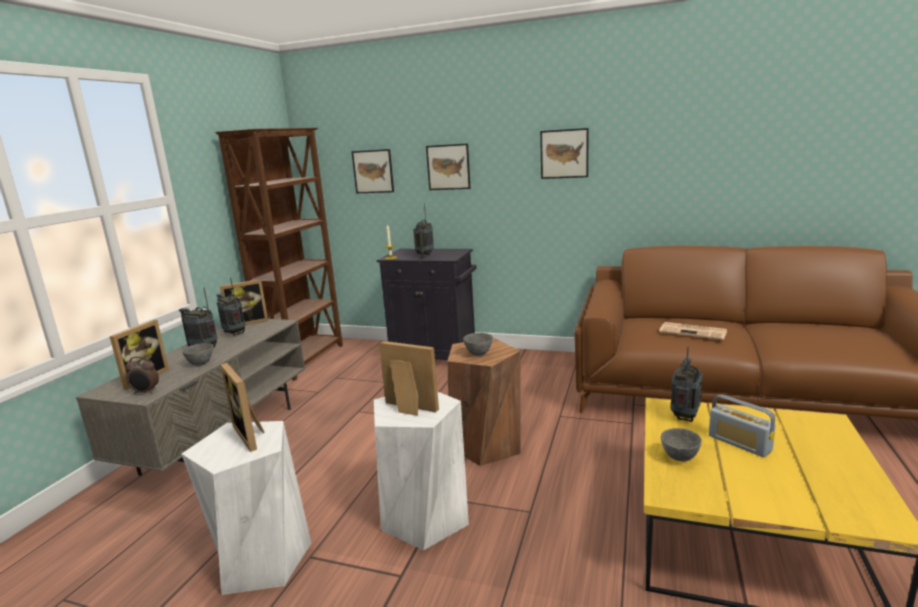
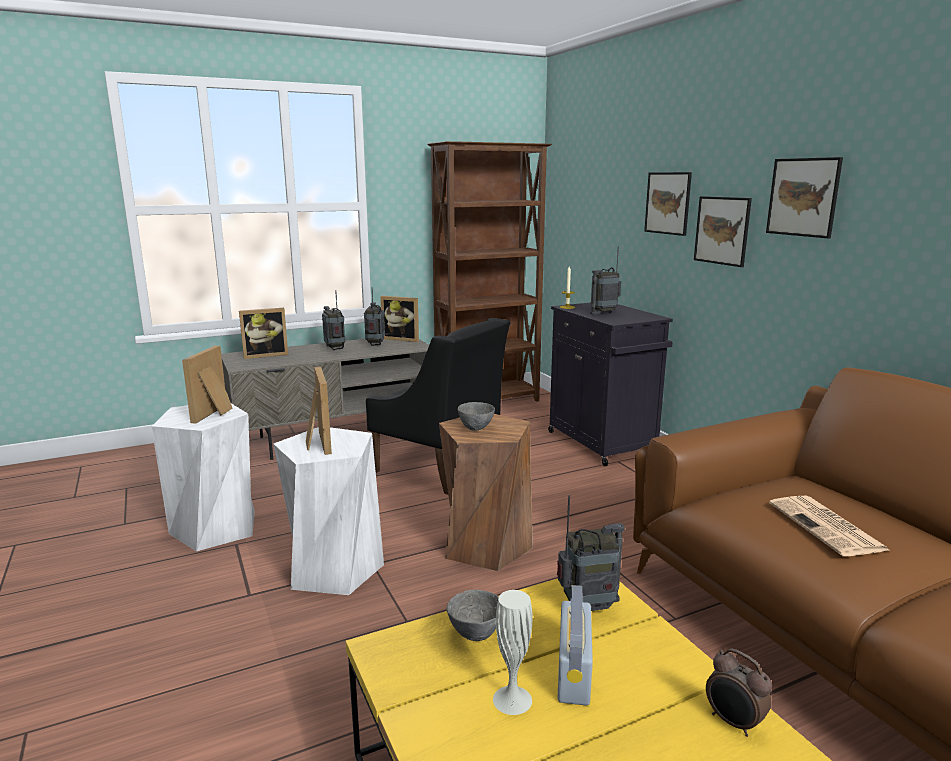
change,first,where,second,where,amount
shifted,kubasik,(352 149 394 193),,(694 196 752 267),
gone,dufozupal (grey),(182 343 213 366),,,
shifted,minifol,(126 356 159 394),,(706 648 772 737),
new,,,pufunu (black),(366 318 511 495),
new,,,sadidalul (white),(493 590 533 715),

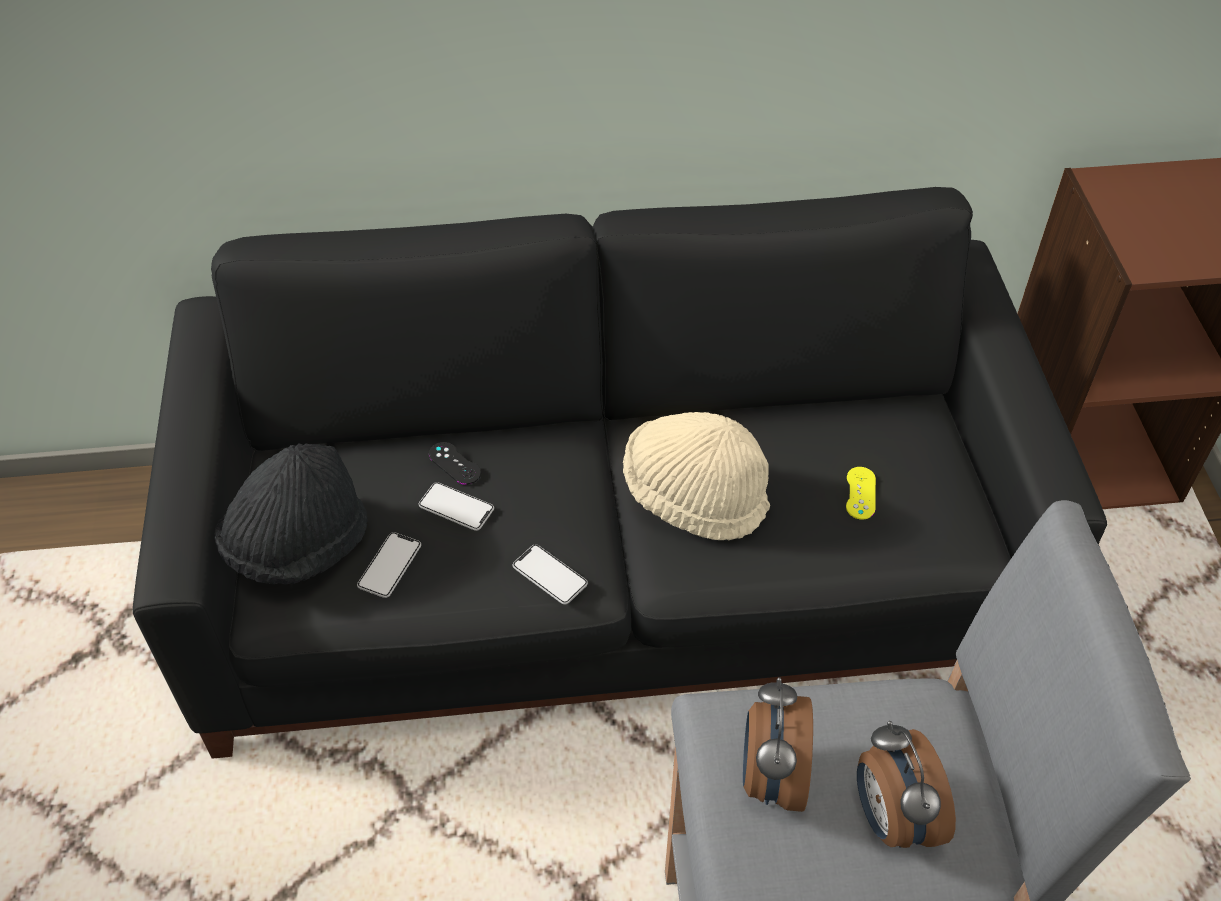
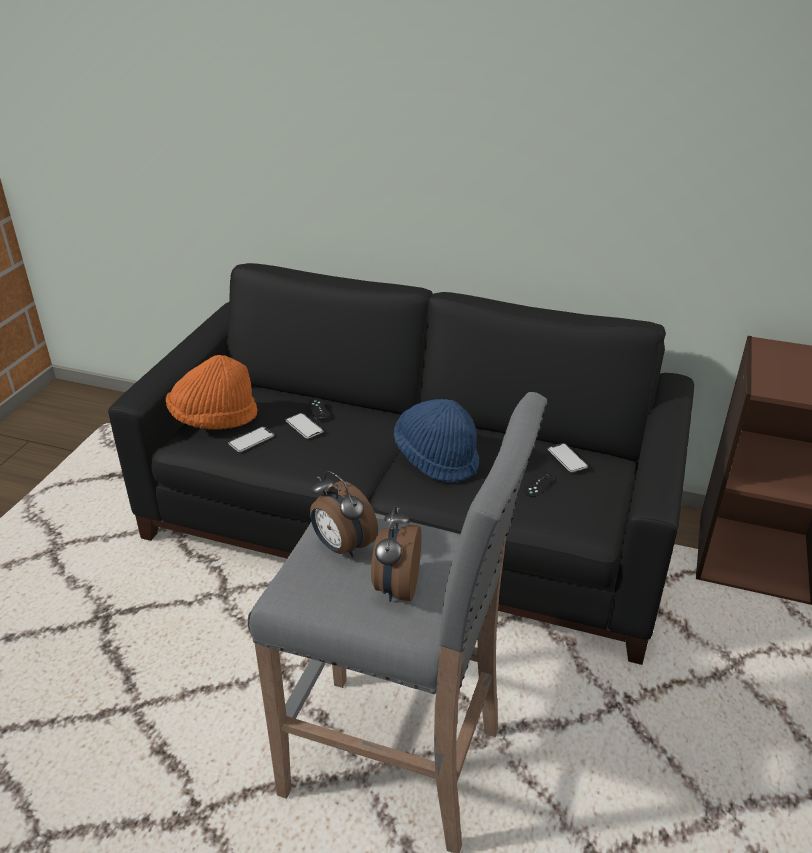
change,first,where,second,where,amount
repainted,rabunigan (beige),(623 412 770 540),rabunigan (blue),(394 399 479 483),
repainted,rabunigan (black),(214 443 368 585),rabunigan (orange),(165 355 257 430),
repainted,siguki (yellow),(846 467 876 520),siguki (black),(524 472 553 497),
shifted,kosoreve,(513 544 588 605),,(548 443 588 472),
rotated,minifol,(743 677 813 812),,(310 471 378 558),75 degrees counterclockwise

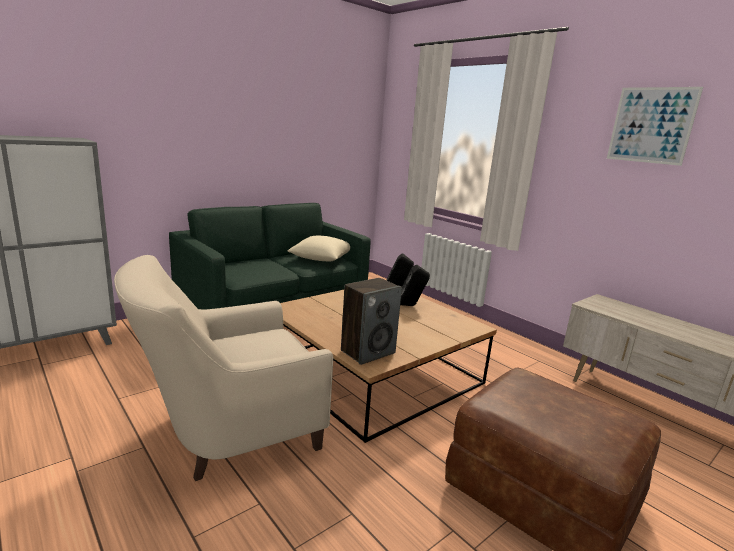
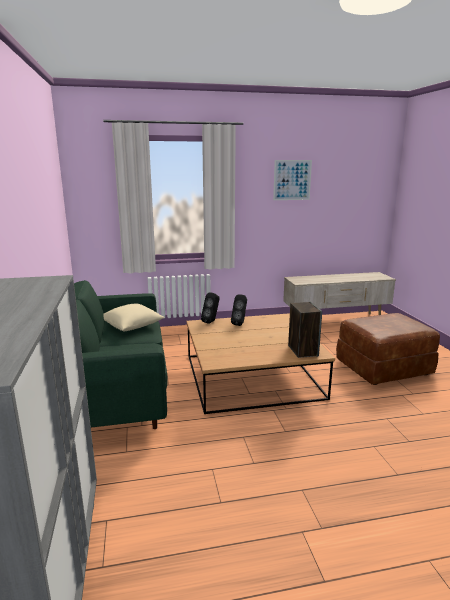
change,first,where,second,where,amount
gone,pufunu (beige),(114 255 333 481),,,

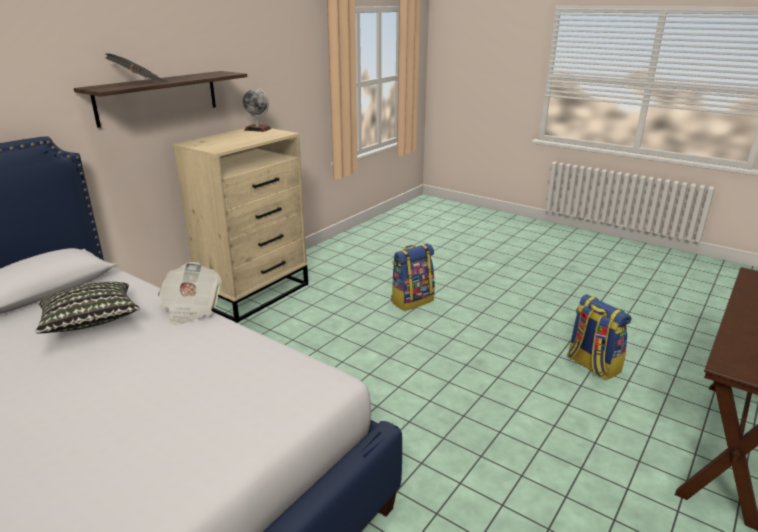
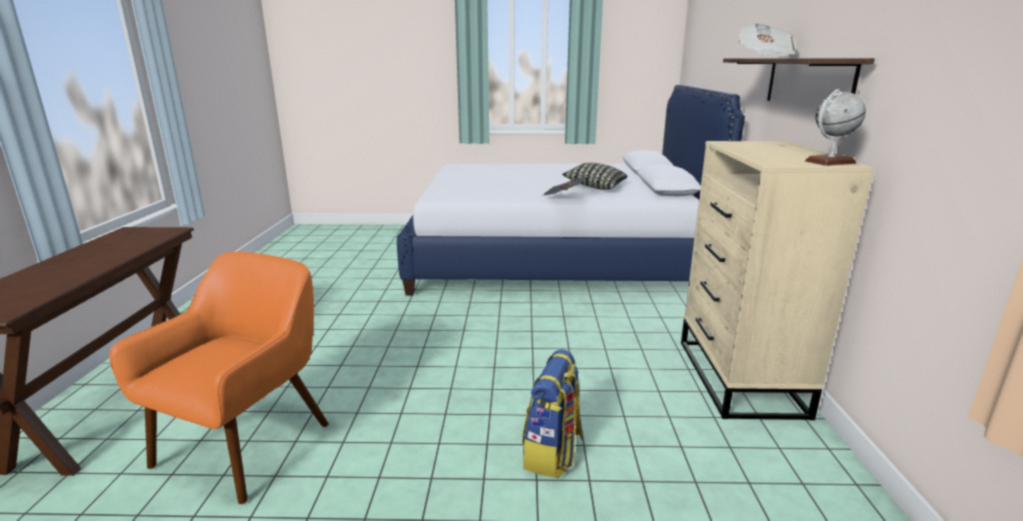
change,first,where,second,where,amount
swapped,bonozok,(567 294 631 380),pufunu (orange),(109 252 329 504),

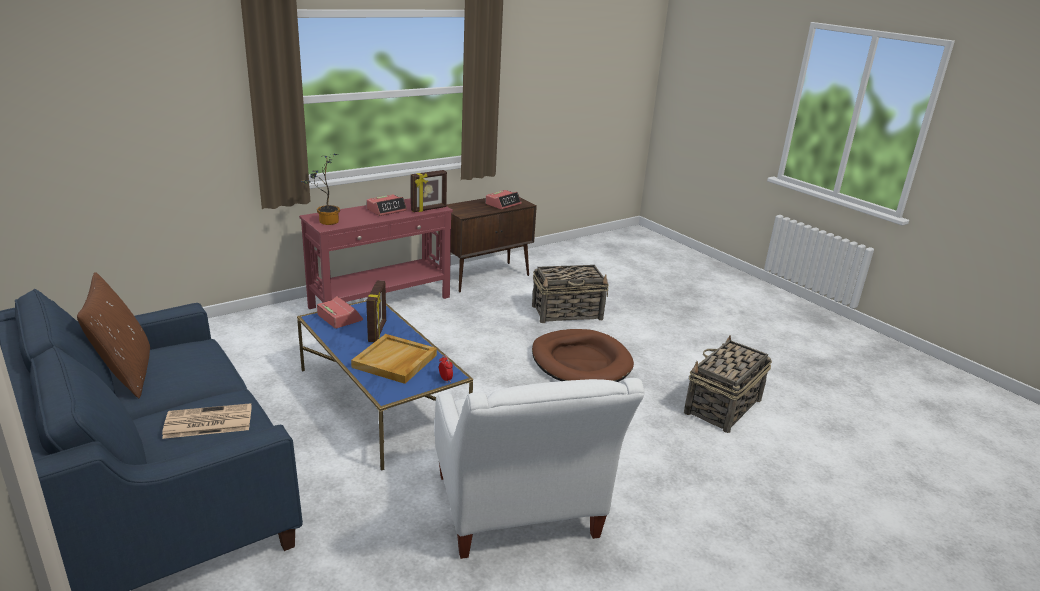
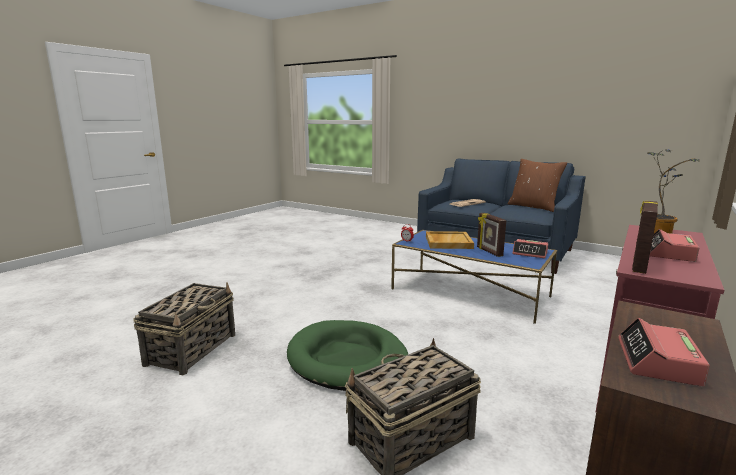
change,first,where,second,where,amount
repainted,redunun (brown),(532 329 634 382),redunun (green),(287 320 408 391),
gone,pufunu (white),(435 378 644 559),,,

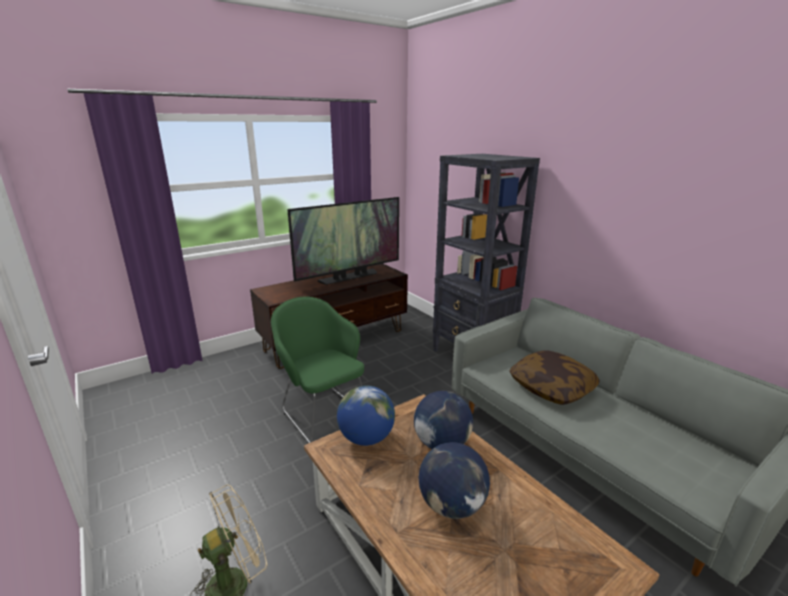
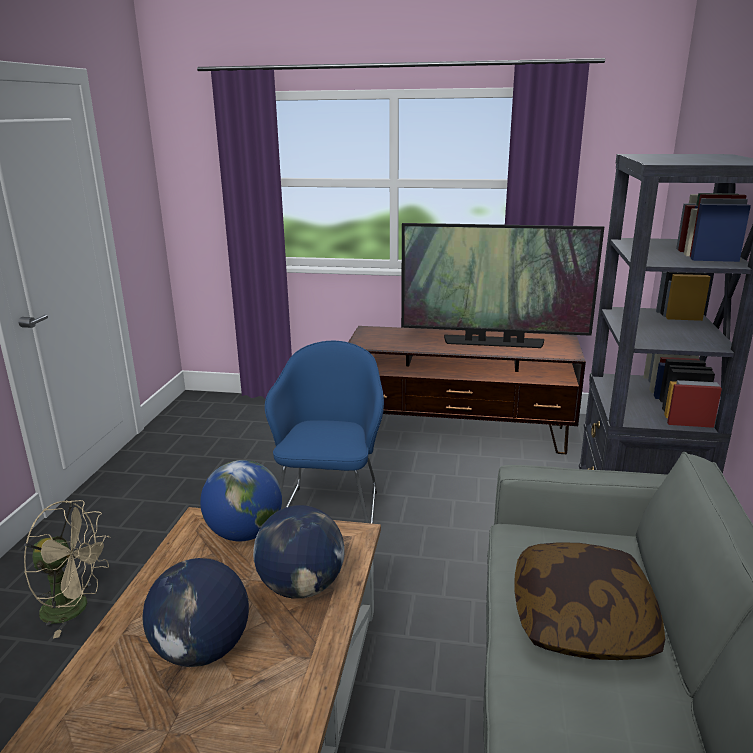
change,first,where,second,where,amount
repainted,pufunu (green),(271 297 364 444),pufunu (blue),(265 341 384 524),

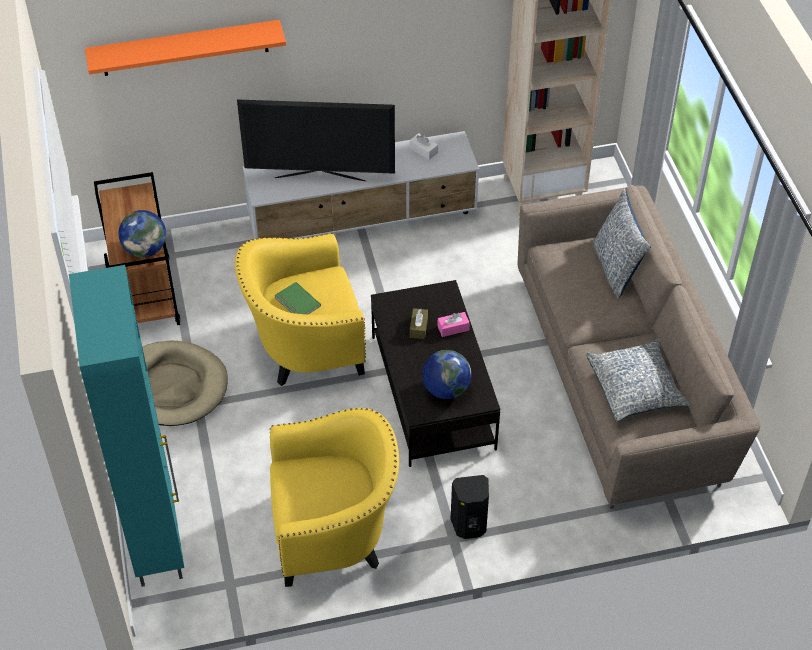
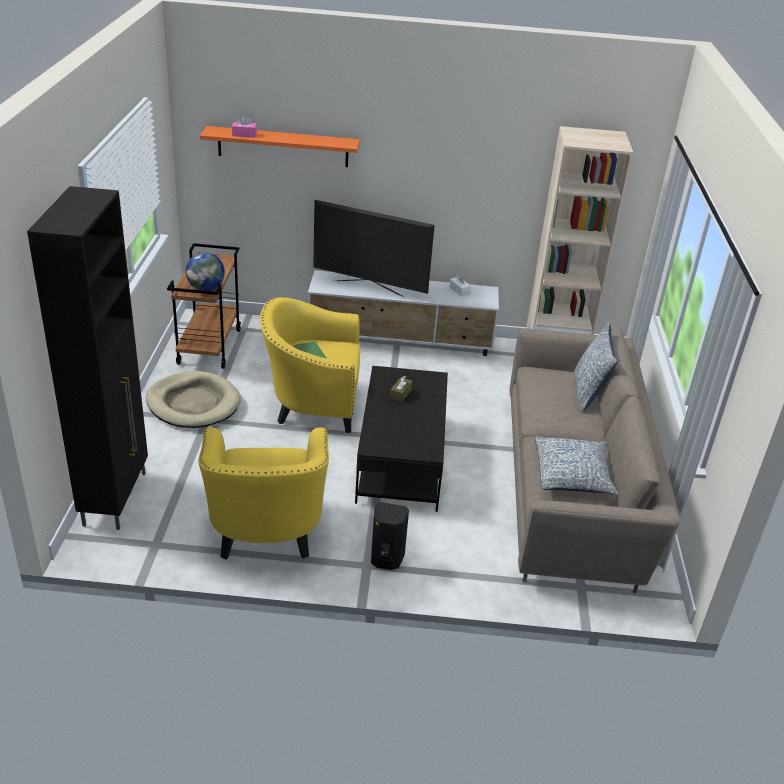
change,first,where,second,where,amount
repainted,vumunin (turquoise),(69 265 184 587),vumunin (black),(27 186 148 530),
shifted,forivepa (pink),(437 312 470 337),,(232 115 257 138),
gone,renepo,(422 350 471 399),,,
rotated,pufunu (yellow),(270 408 399 587),,(198 427 329 559),75 degrees clockwise

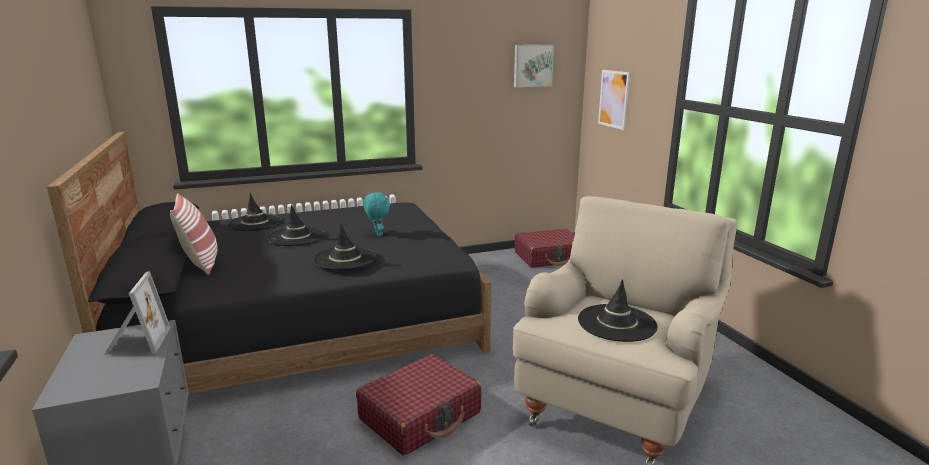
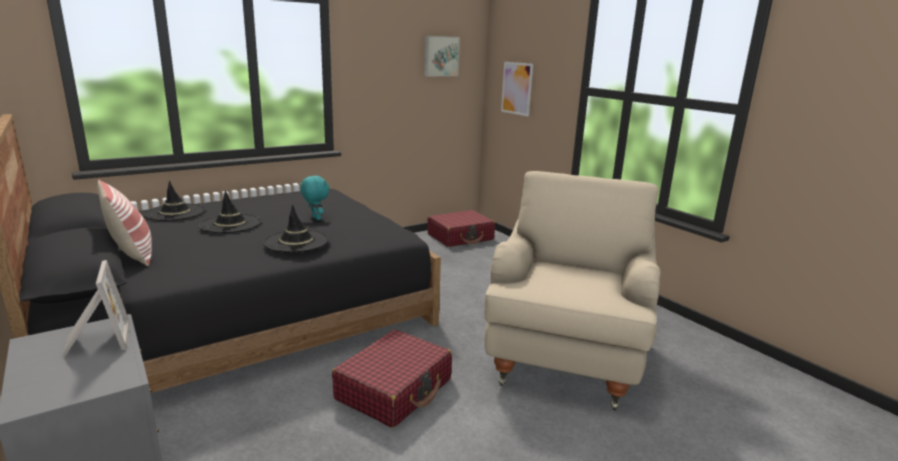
change,first,where,second,where,amount
gone,rabunigan (black),(578 279 658 342),,,

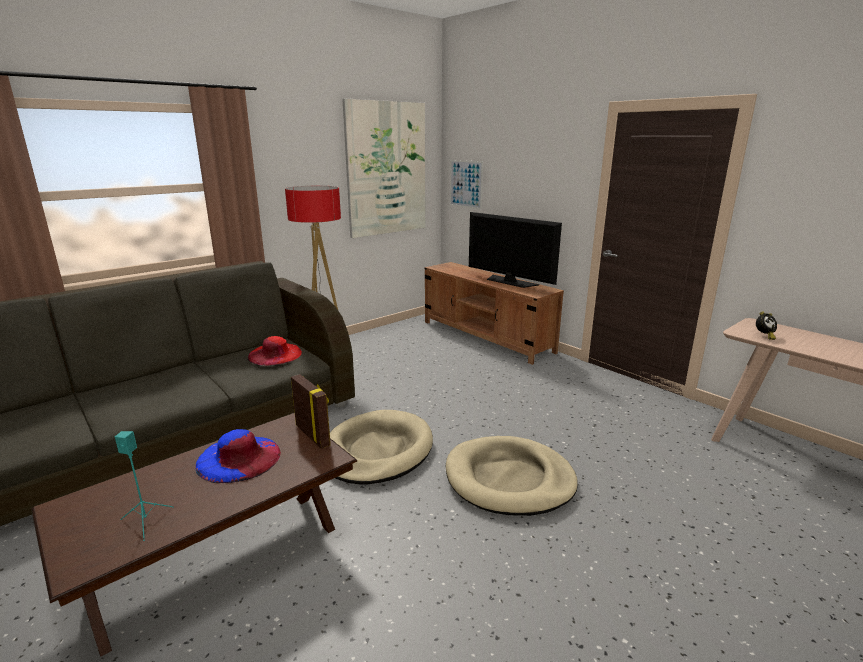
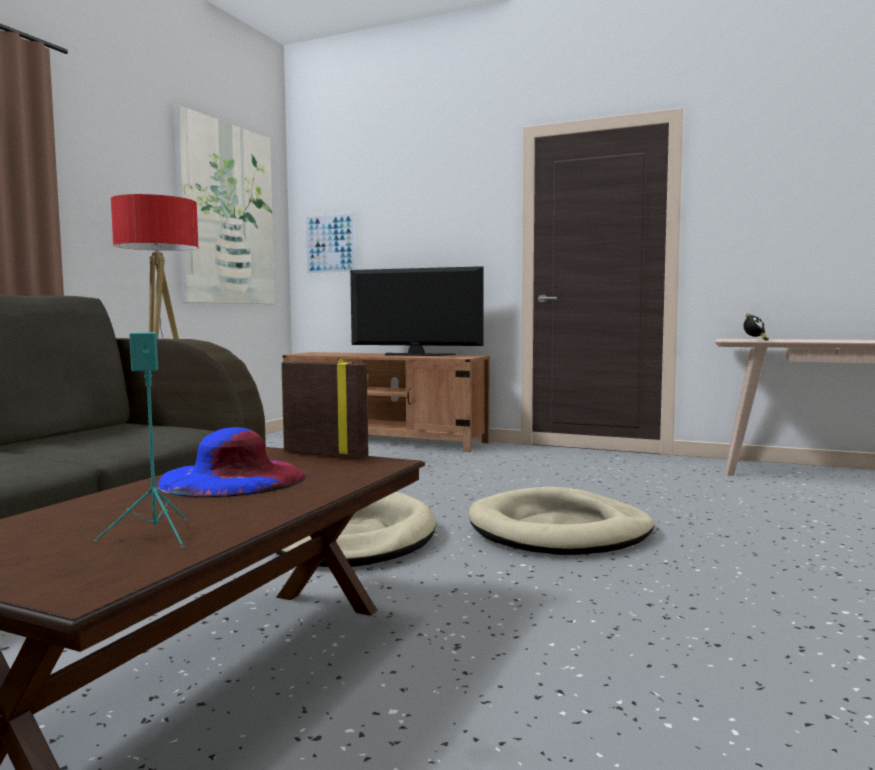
change,first,where,second,where,amount
gone,rabunigan (red),(248 336 302 365),,,

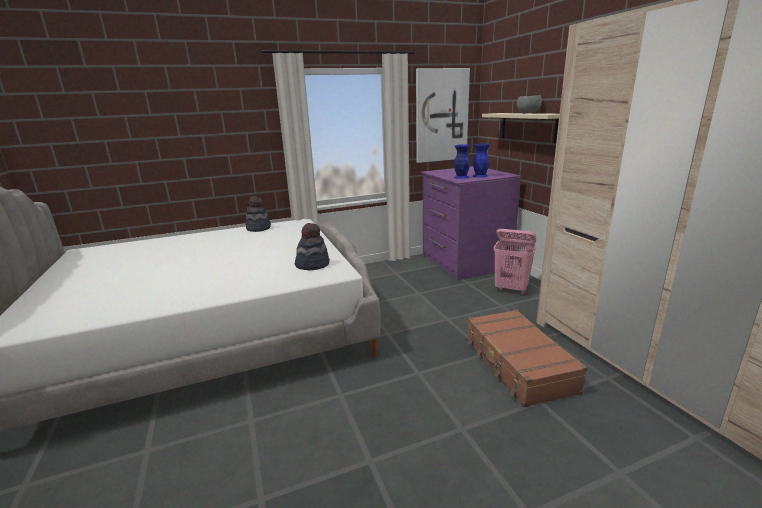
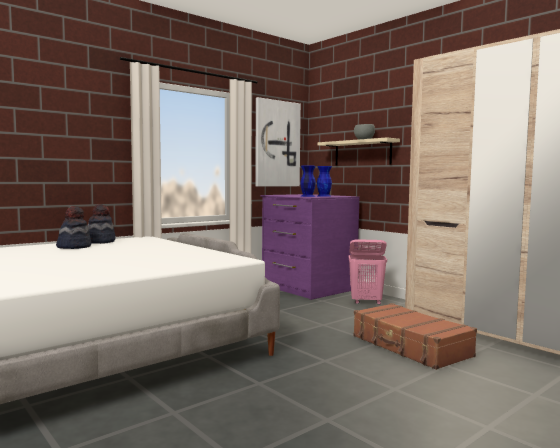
change,first,where,second,where,amount
shifted,rabunigan,(295 223 329 270),,(56 206 91 249),

